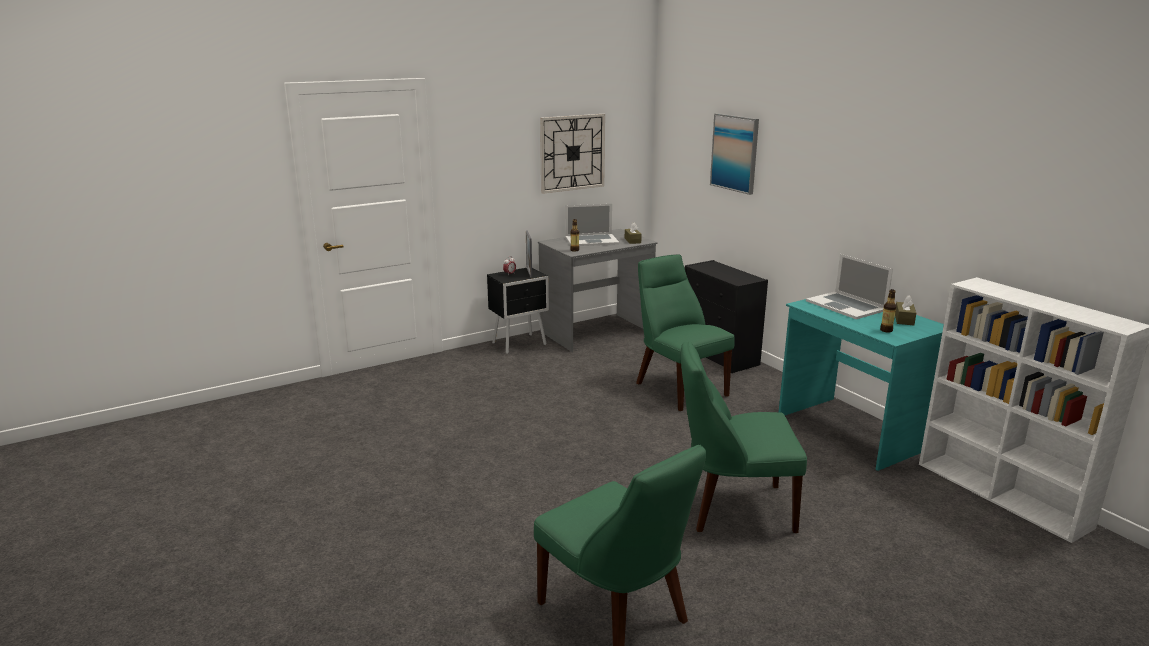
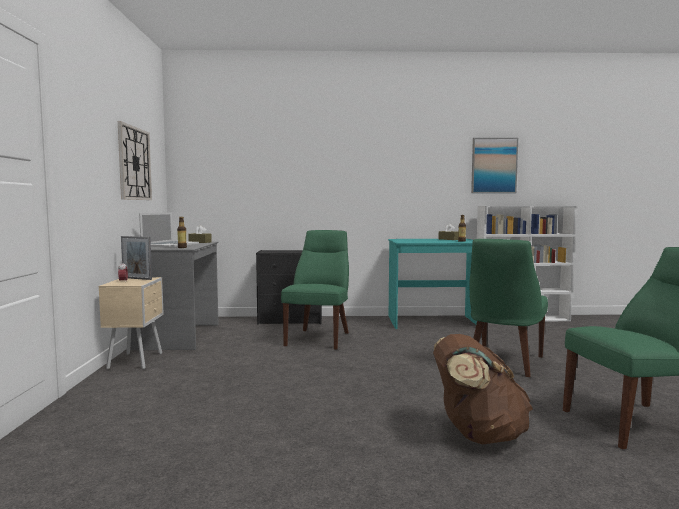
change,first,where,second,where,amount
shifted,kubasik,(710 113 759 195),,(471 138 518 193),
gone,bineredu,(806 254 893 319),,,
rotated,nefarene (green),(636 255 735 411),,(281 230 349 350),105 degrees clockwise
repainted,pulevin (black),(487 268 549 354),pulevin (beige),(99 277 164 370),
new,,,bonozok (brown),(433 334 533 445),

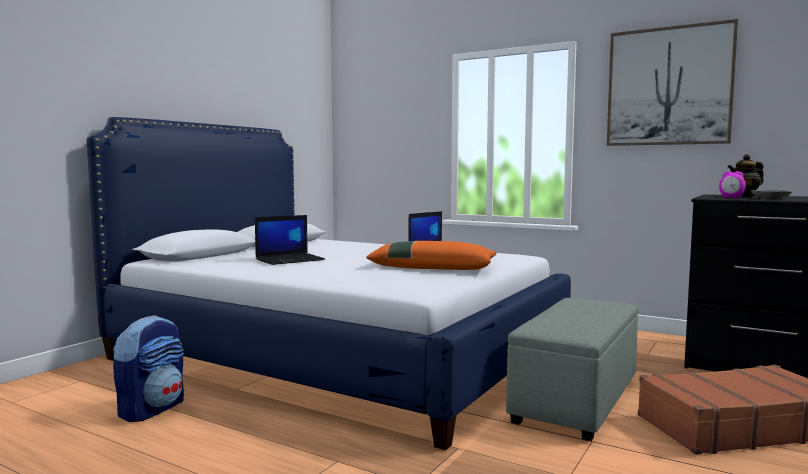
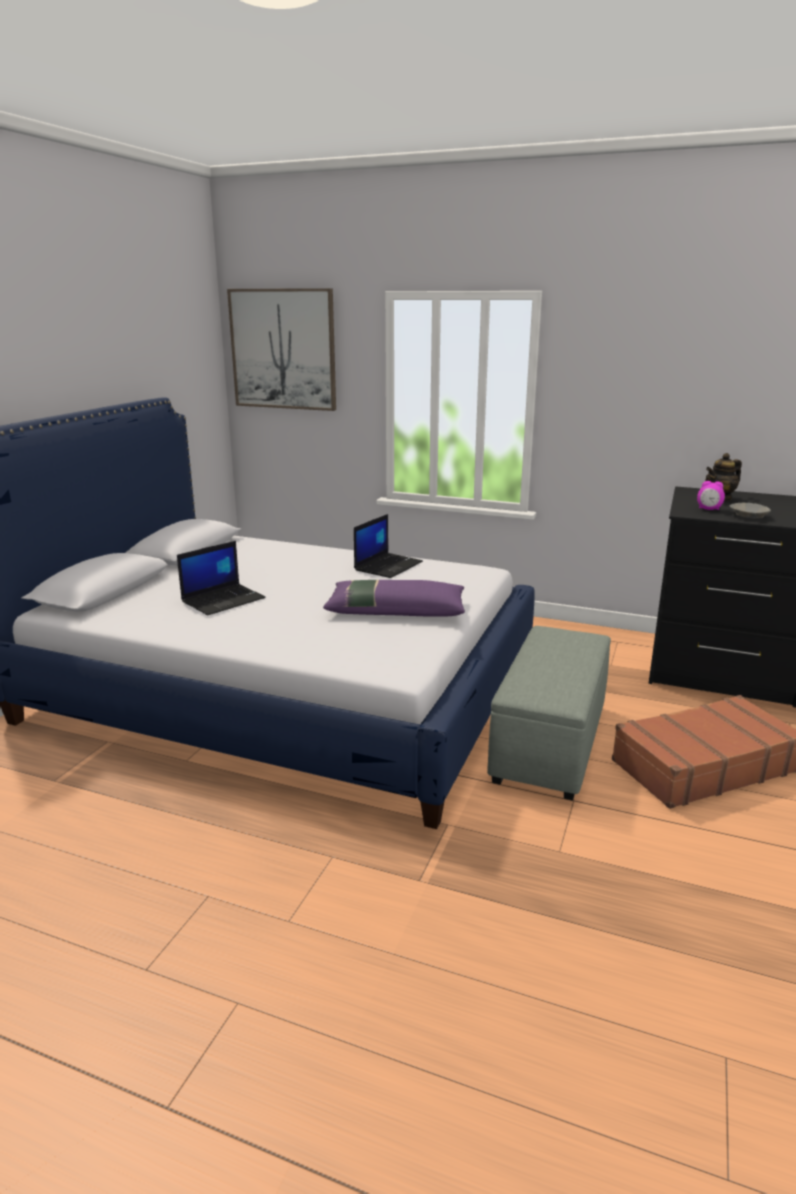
change,first,where,second,where,amount
shifted,kubasik,(607 19 738 146),,(227 288 336 411),
repainted,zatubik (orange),(366 241 497 270),zatubik (purple),(323 580 465 617),
gone,bonozok,(112 315 184 422),,,

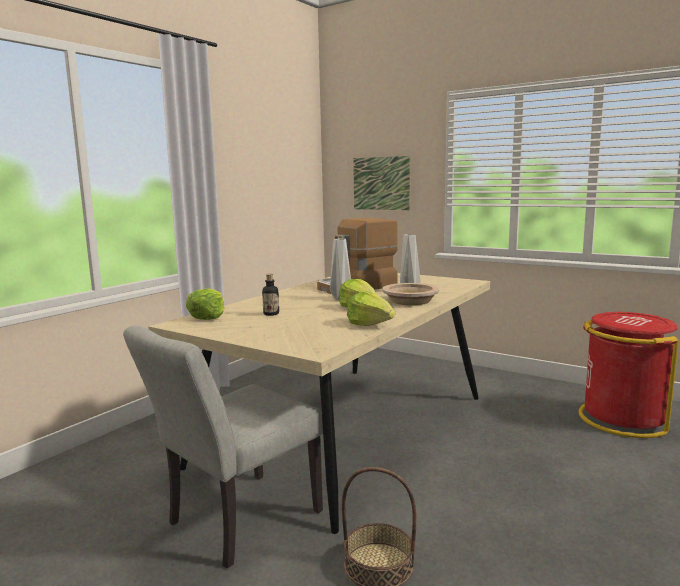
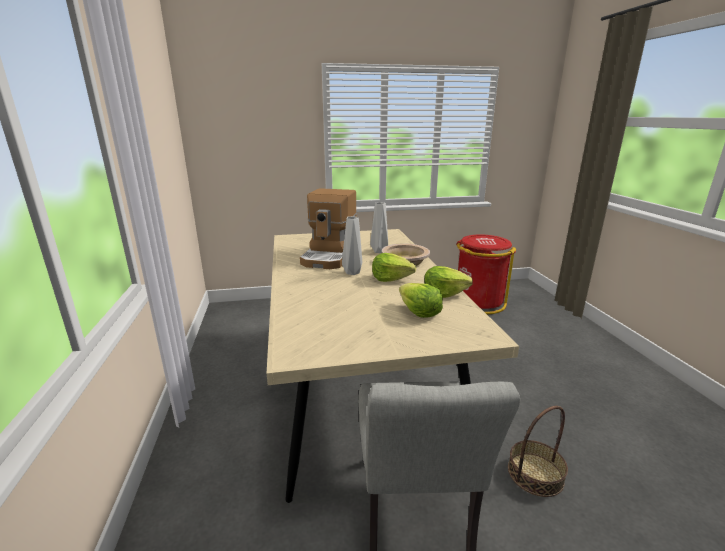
change,first,where,second,where,amount
gone,kubasik,(353 156 411 210),,,
gone,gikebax,(262 274 279 316),,,
shifted,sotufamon,(186 289 225 320),,(399 283 443 318),

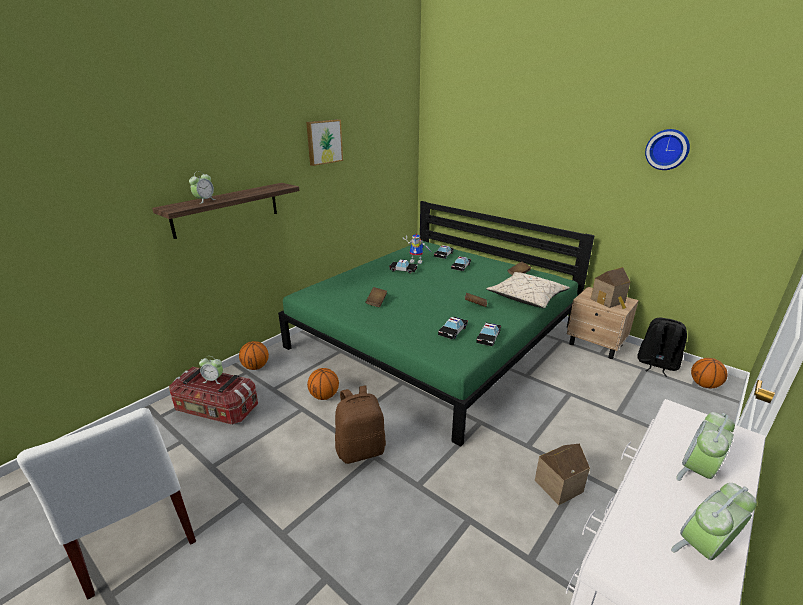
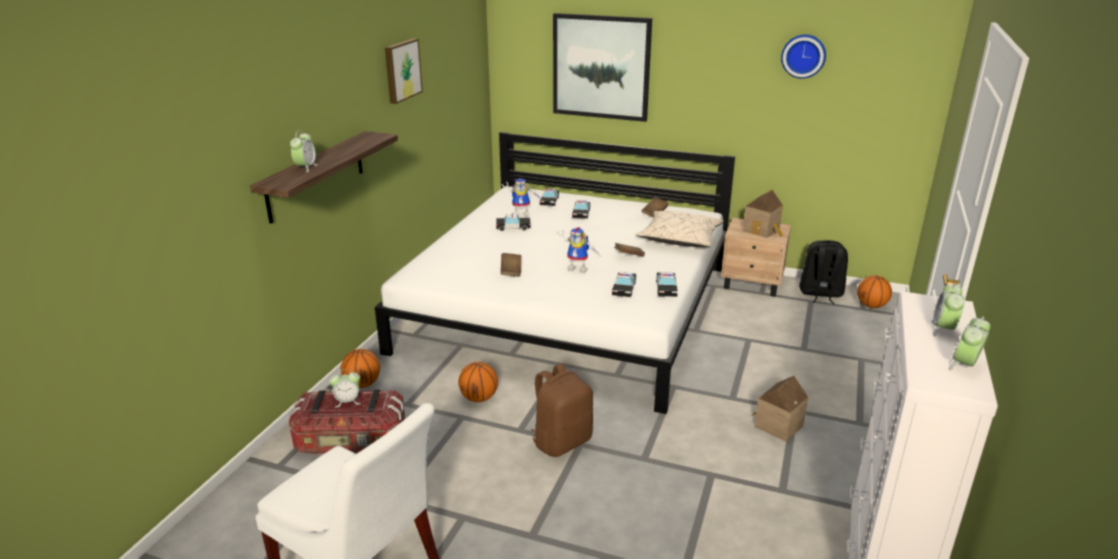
change,first,where,second,where,amount
repainted,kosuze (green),(278 201 595 447),kosuze (white),(375 132 735 414),
new,,,kubasik,(553 13 652 122),
new,,,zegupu,(557 227 600 273),

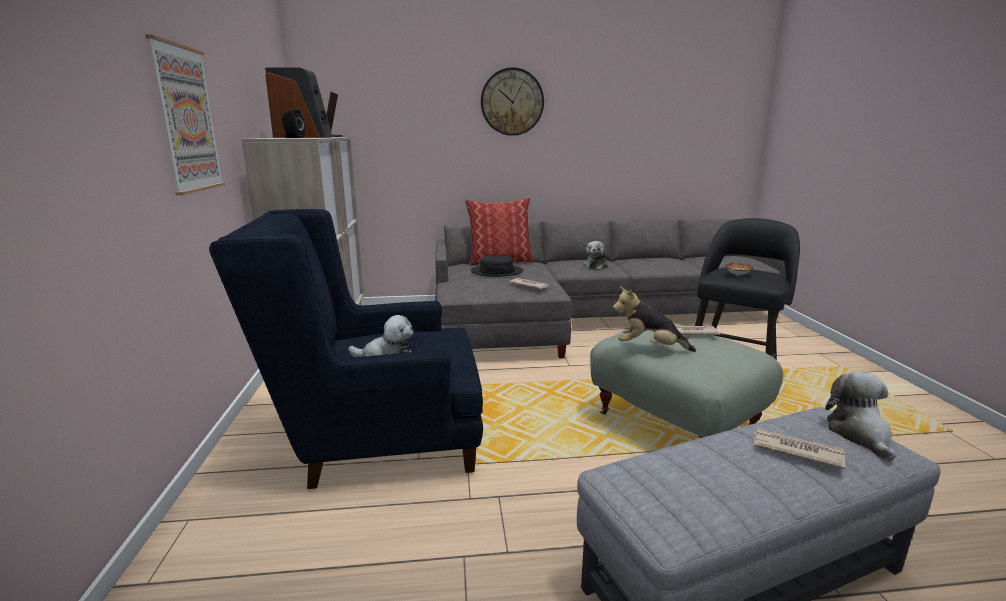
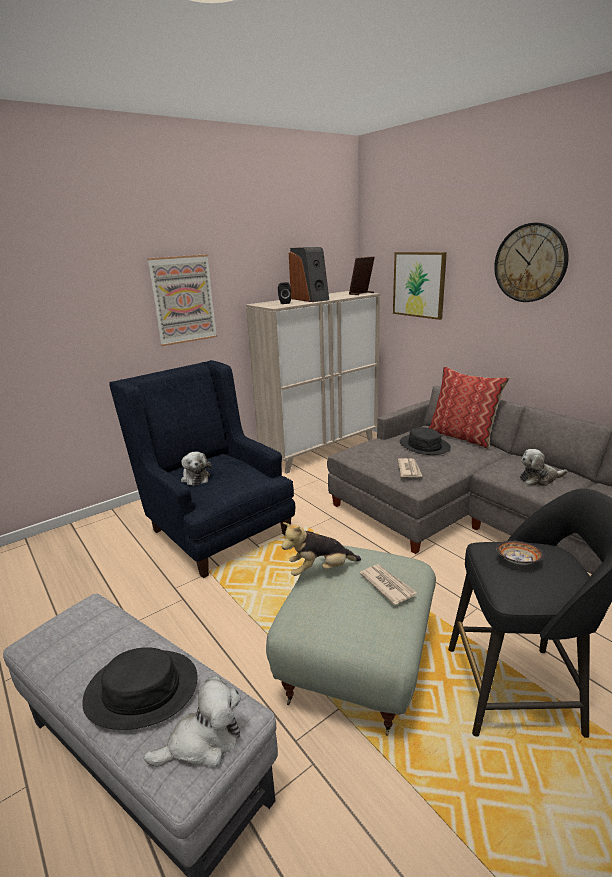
change,first,where,second,where,amount
rotated,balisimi,(613 286 696 352),,(281 522 361 576),90 degrees counterclockwise
swapped,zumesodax,(753 428 845 470),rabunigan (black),(82 647 198 730),
new,,,kubasik,(393 252 447 320),

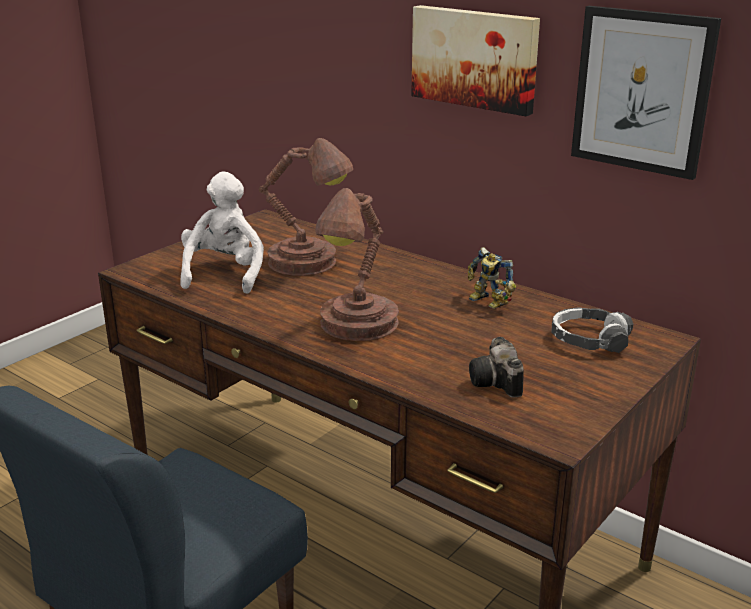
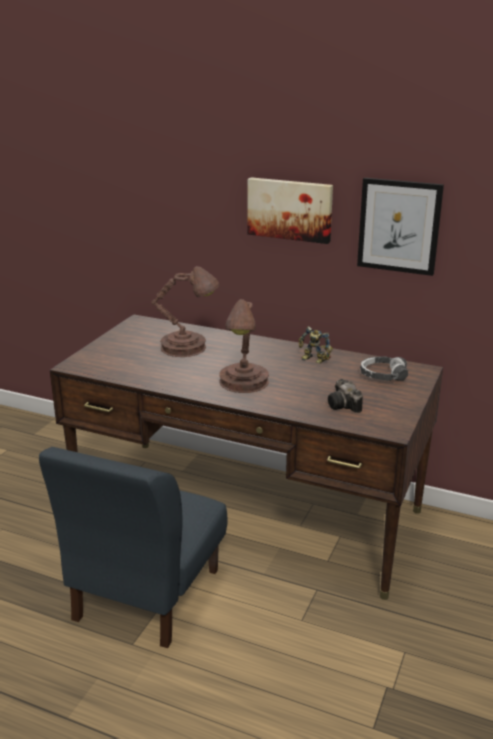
change,first,where,second,where,amount
gone,balisimi (white),(180 171 264 294),,,

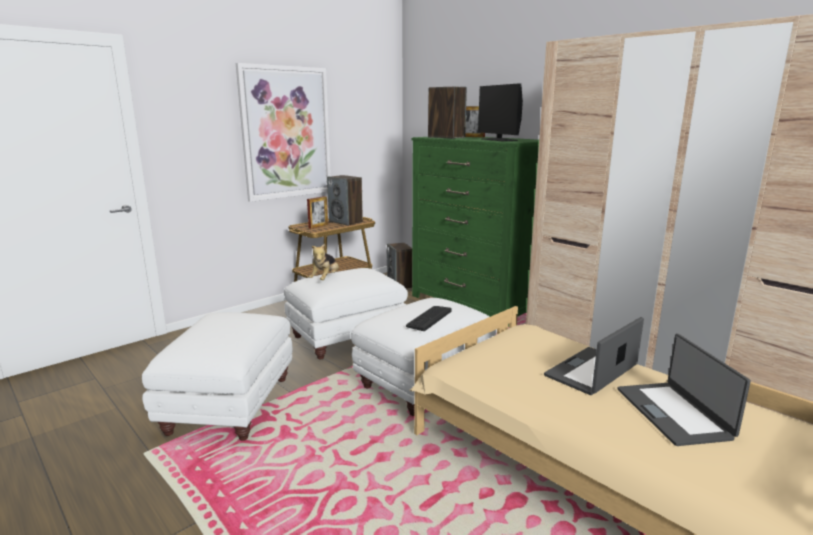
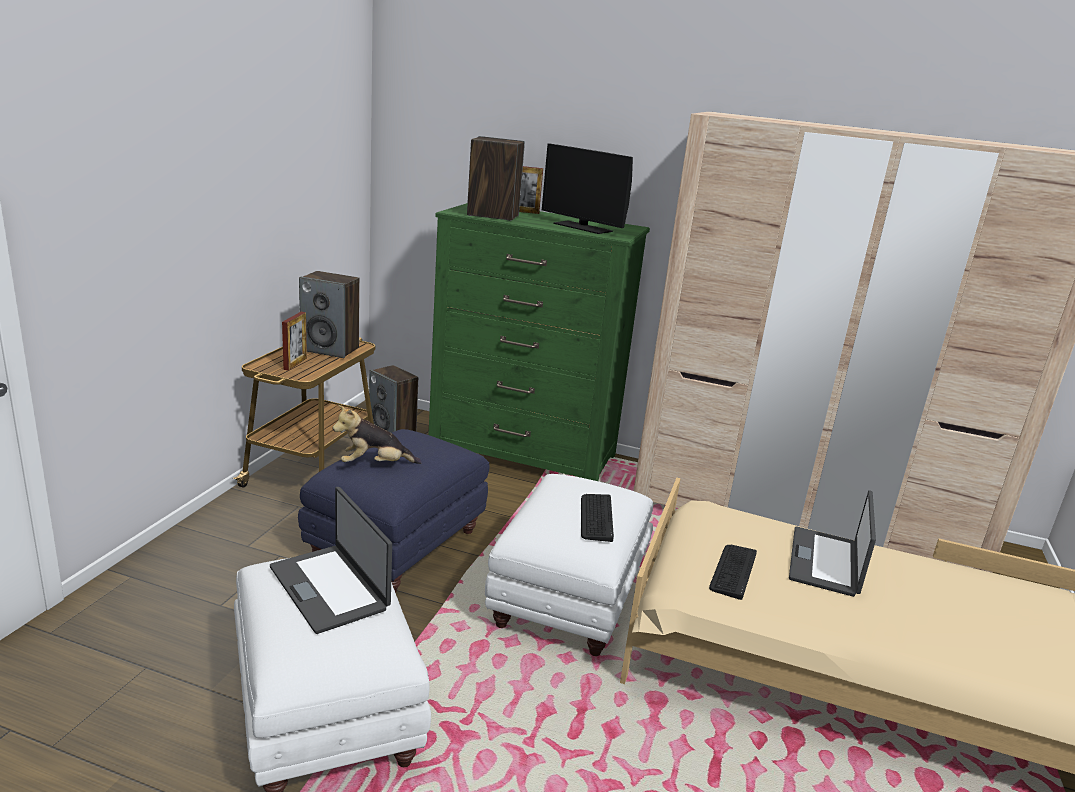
change,first,where,second,where,amount
gone,kubasik,(236 63 331 202),,,
rotated,balisimi,(309 244 339 280),,(333 405 422 464),90 degrees clockwise
repainted,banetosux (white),(284 268 408 360),banetosux (blue),(298 429 490 593),
shifted,bineredu,(618 334 751 446),,(270 487 392 634),
new,,,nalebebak,(709 545 757 600),

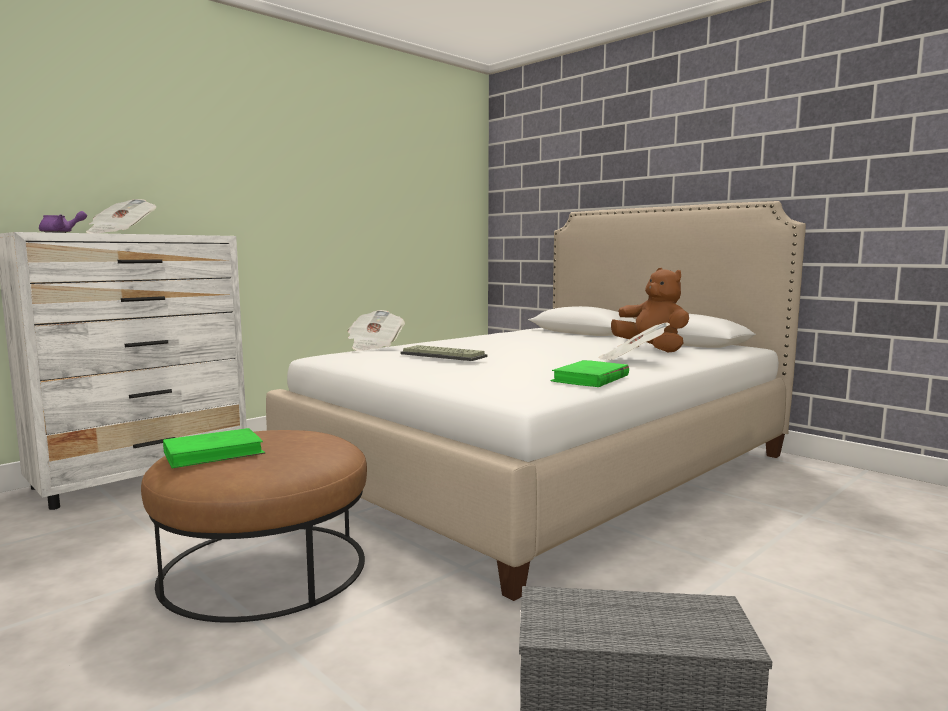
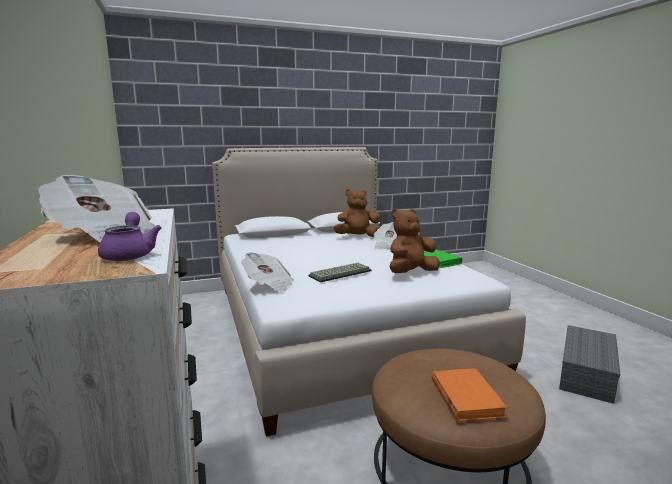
change,first,where,second,where,amount
repainted,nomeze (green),(163 428 265 468),nomeze (orange),(431 369 508 422),
new,,,balisimi (brown),(389 209 440 273),

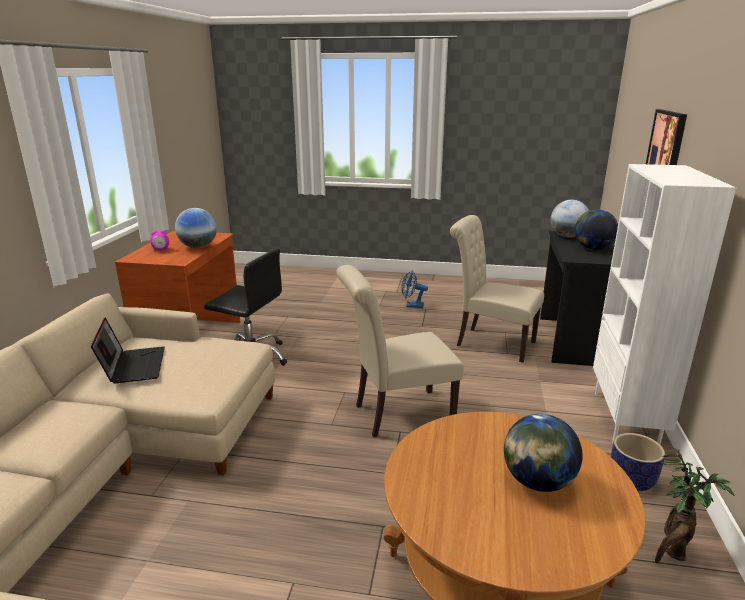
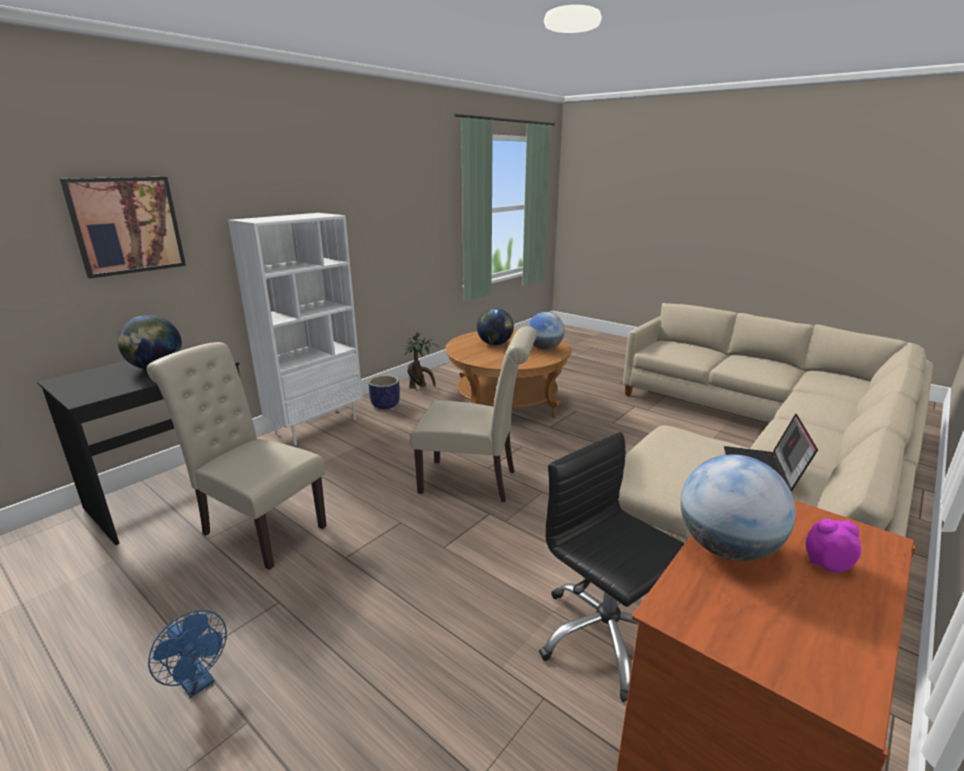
change,first,where,second,where,amount
shifted,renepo,(551 200 589 238),,(528 312 565 350),
rotated,nefarene (beige),(450 215 544 363),,(147 342 327 570),150 degrees clockwise

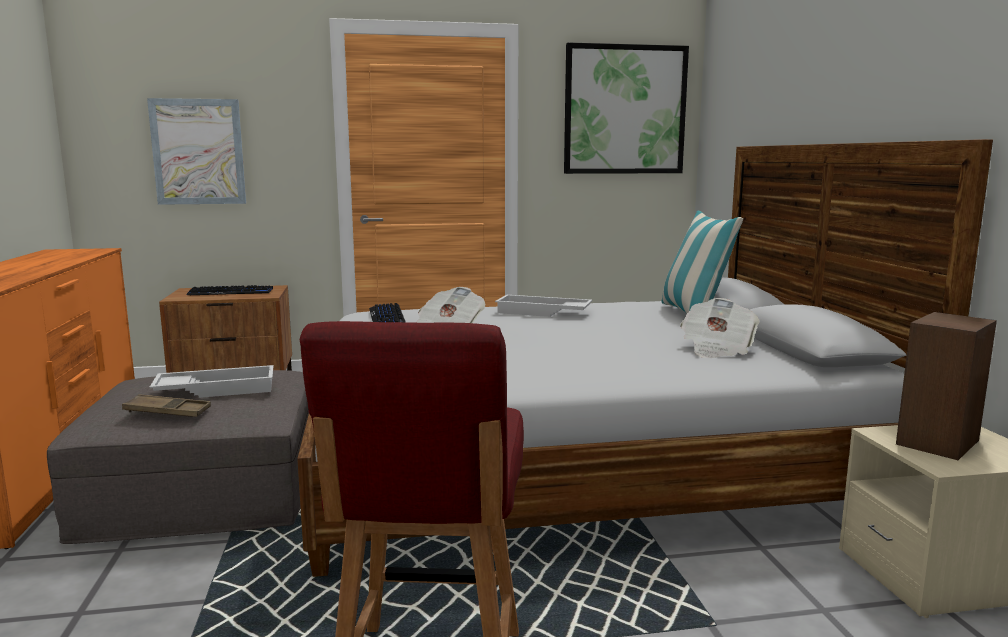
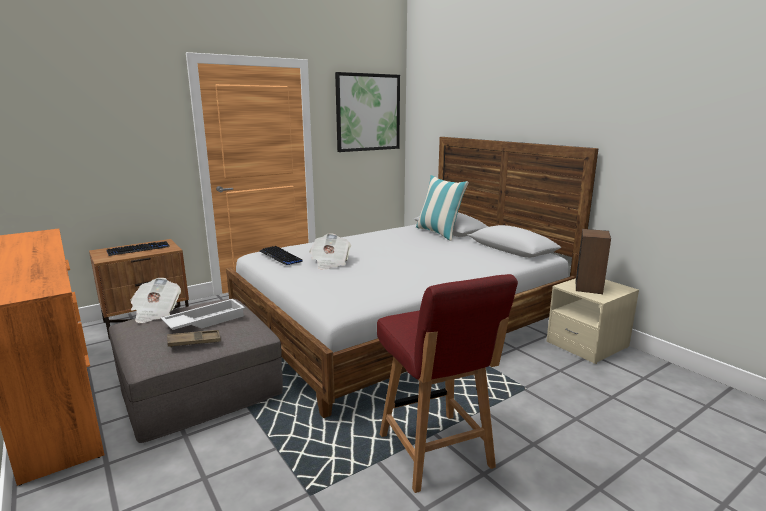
change,first,where,second,where,amount
gone,kubasik,(147 98 246 205),,,
gone,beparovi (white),(495 295 593 317),,,
shifted,zumesodax,(680 298 760 358),,(130 278 181 323),

